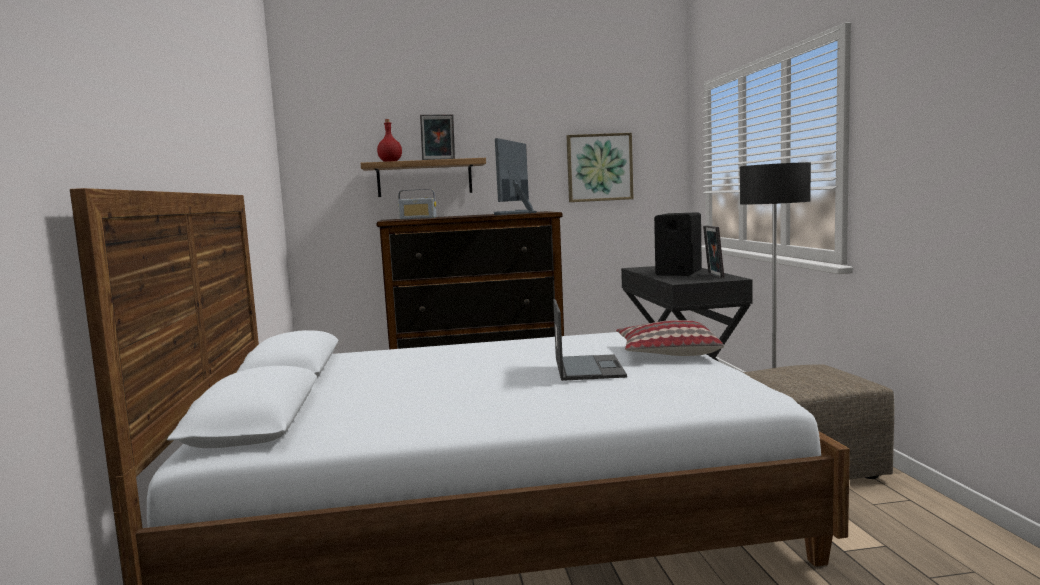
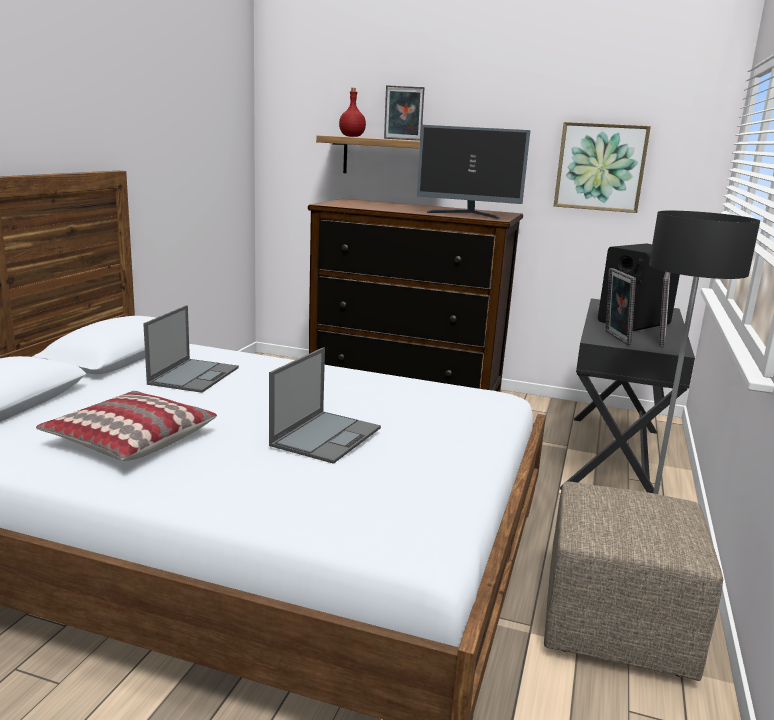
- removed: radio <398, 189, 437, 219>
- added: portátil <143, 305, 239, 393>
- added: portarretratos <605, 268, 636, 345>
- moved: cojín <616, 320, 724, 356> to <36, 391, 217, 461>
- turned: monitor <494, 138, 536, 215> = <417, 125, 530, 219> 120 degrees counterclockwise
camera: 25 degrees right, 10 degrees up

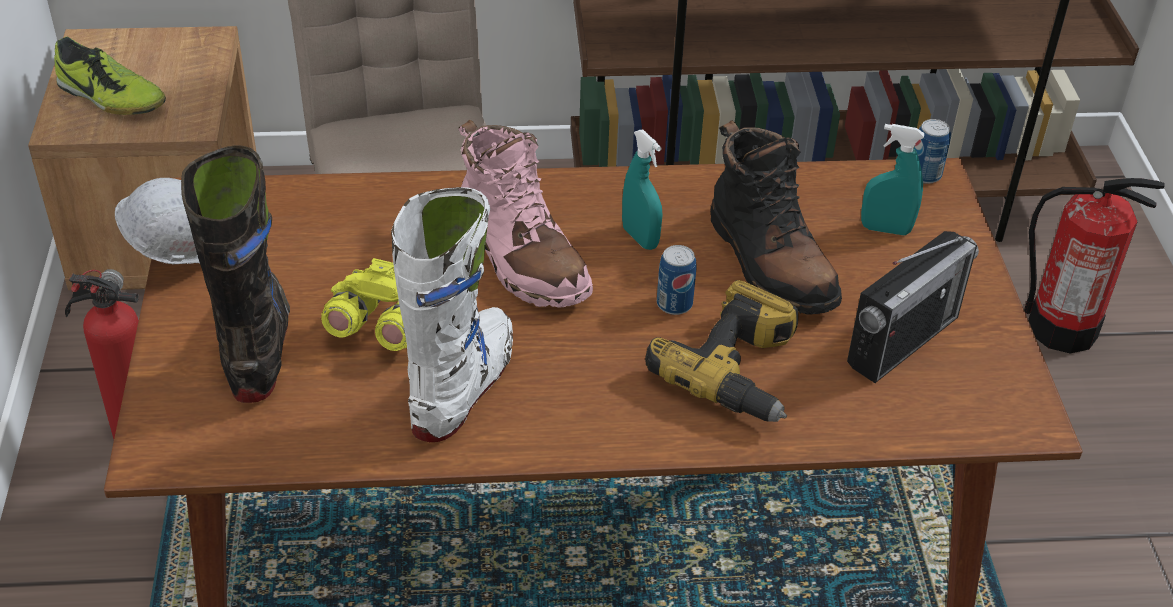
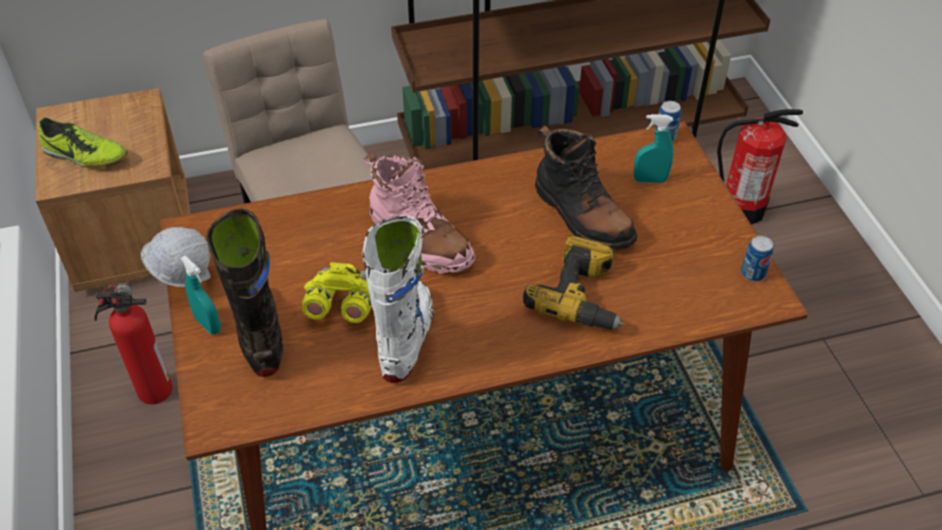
- removed: radio <847, 231, 979, 383>
- moved: pulverizador (turquesa) <622, 130, 663, 250> to <181, 256, 221, 334>
- moved: lata <657, 245, 696, 315> to <741, 236, 774, 282>
camera: 10 degrees left, 5 degrees up

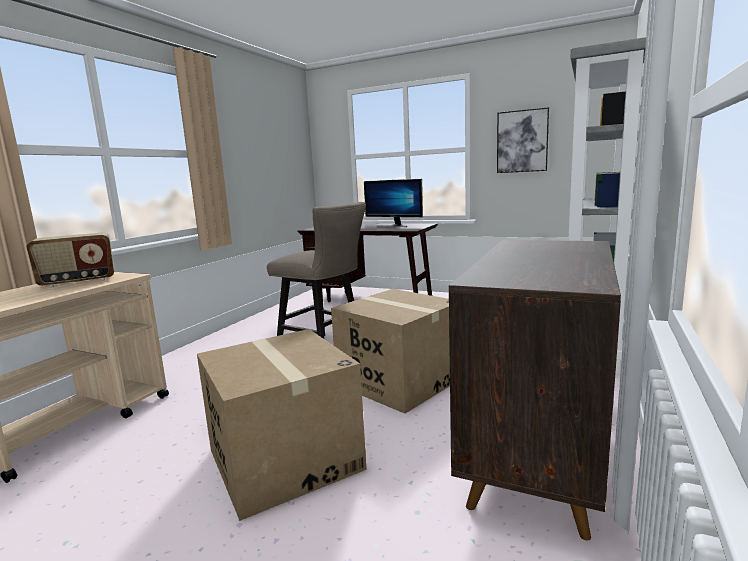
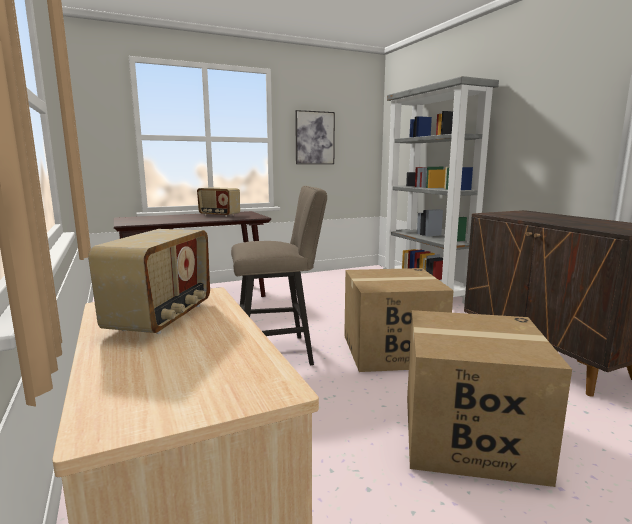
- replaced: monitor <364, 179, 423, 227> to radio <197, 187, 240, 217>
camera: 50 degrees left, 0 degrees up

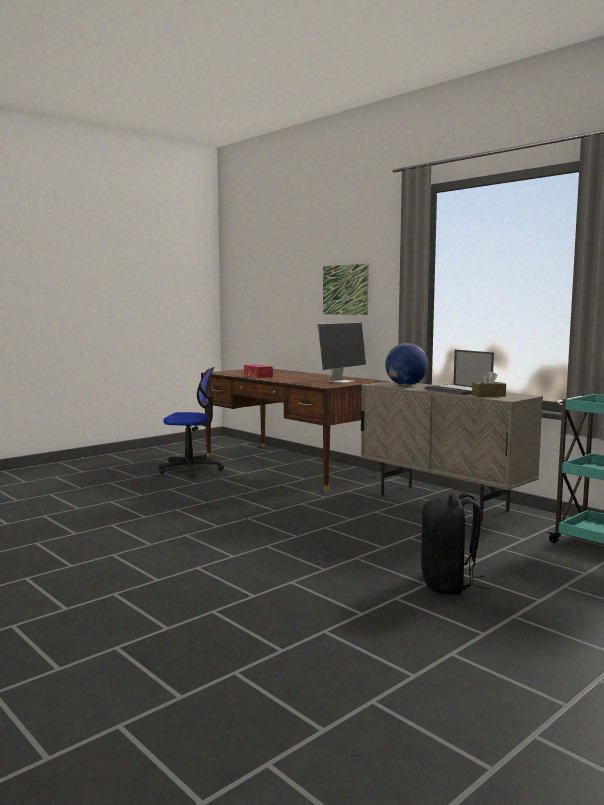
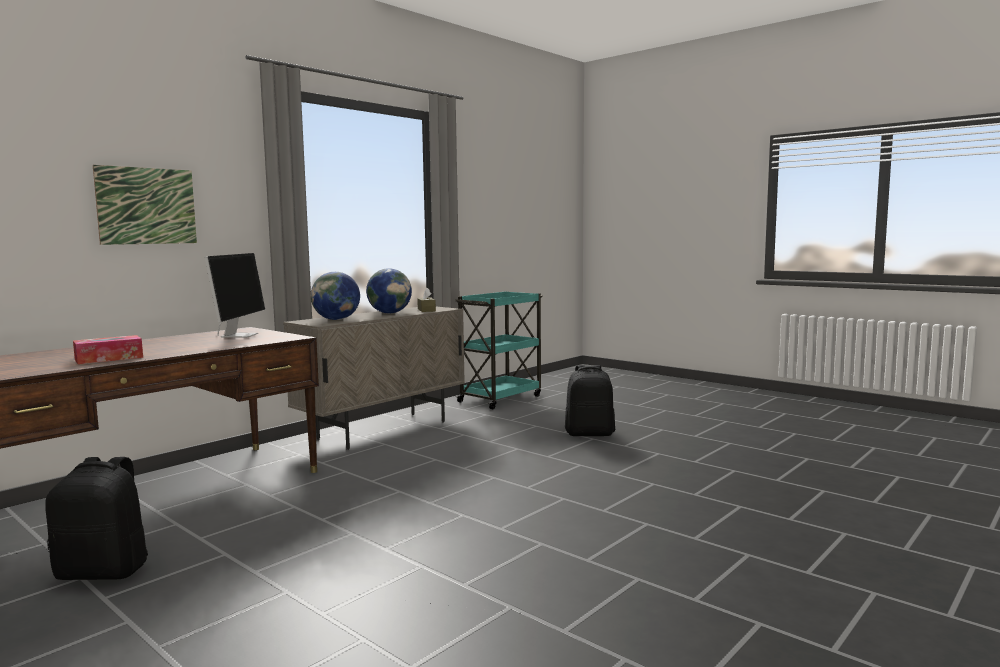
- replaced: silla de oficina <158, 367, 224, 478> to mochila (negro) <45, 457, 148, 580>
- replaced: portátil <425, 350, 494, 395> to globo terráqueo <366, 268, 412, 313>
- turned: monitor <316, 323, 366, 383> = <205, 253, 265, 338> 60 degrees clockwise
camera: 95 degrees left, 0 degrees up

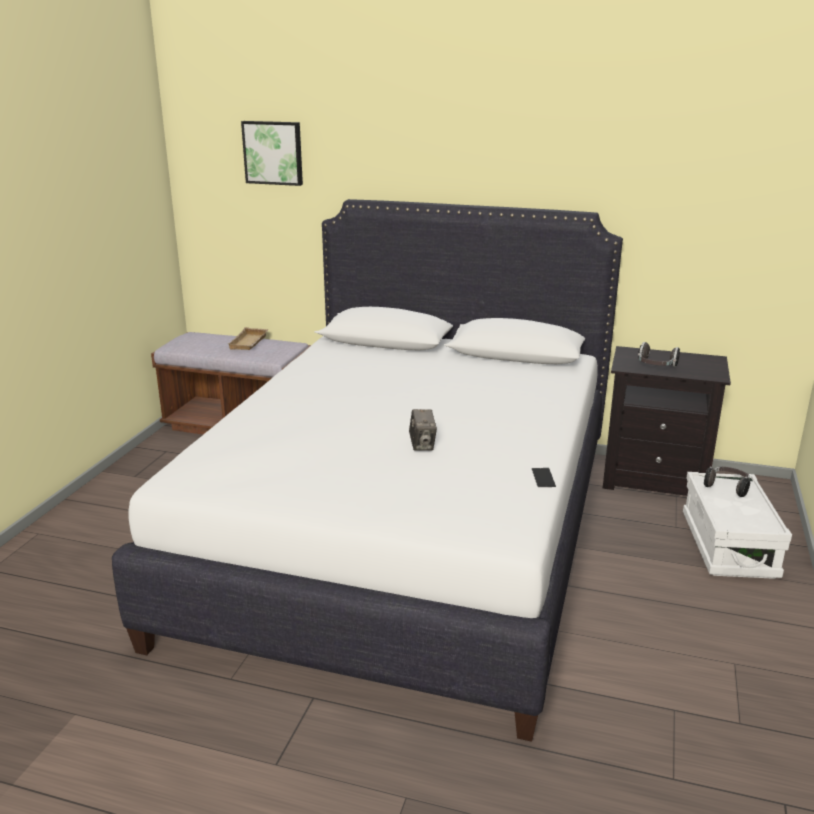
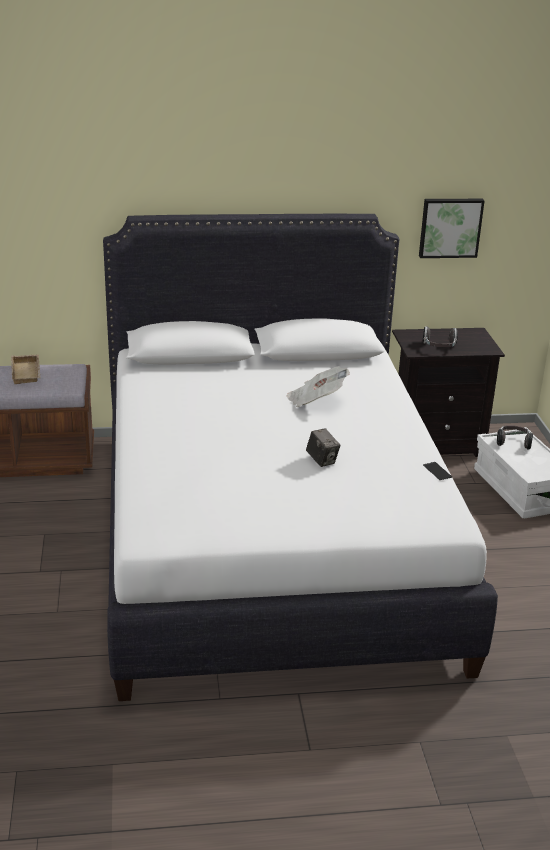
- added: periódico <287, 366, 350, 407>
- moved: cuadro <241, 121, 303, 186> to <419, 199, 484, 258>
camera: 25 degrees left, 5 degrees up

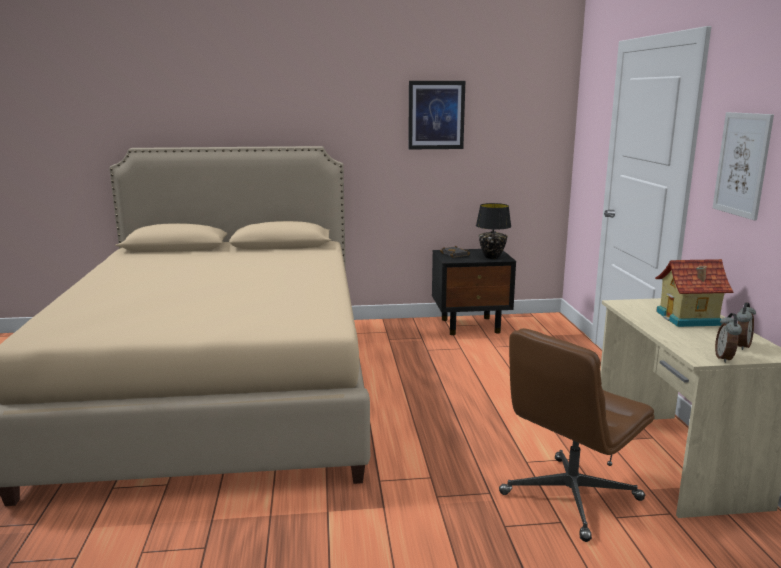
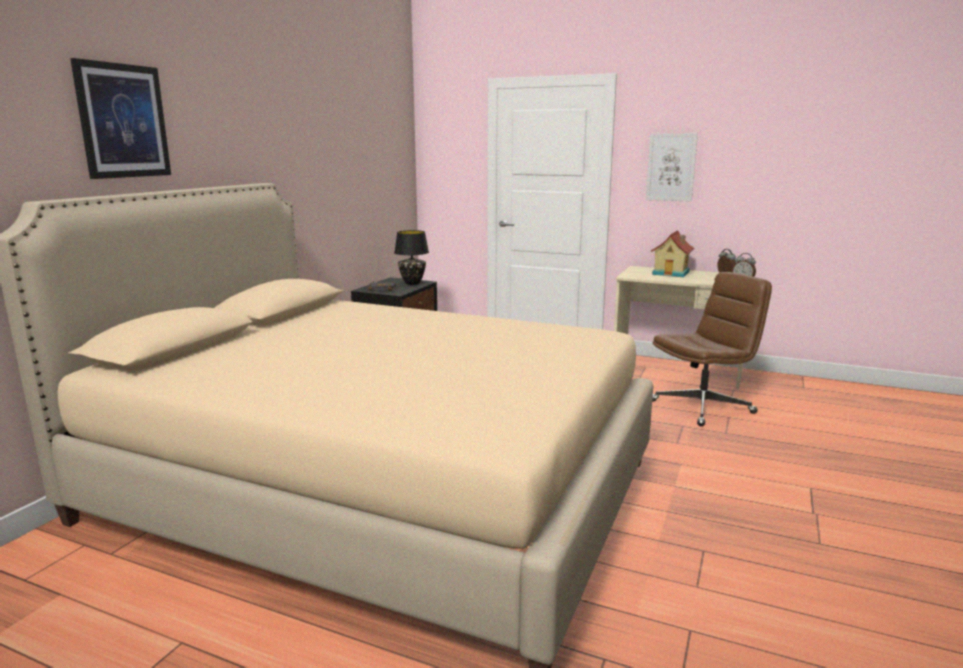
- moved: cuadro <408, 81, 465, 149> to <70, 58, 171, 179>
- turned: silla de oficina (marrón) <499, 328, 655, 542> = <652, 272, 772, 426> 105 degrees counterclockwise
camera: 60 degrees left, 0 degrees up

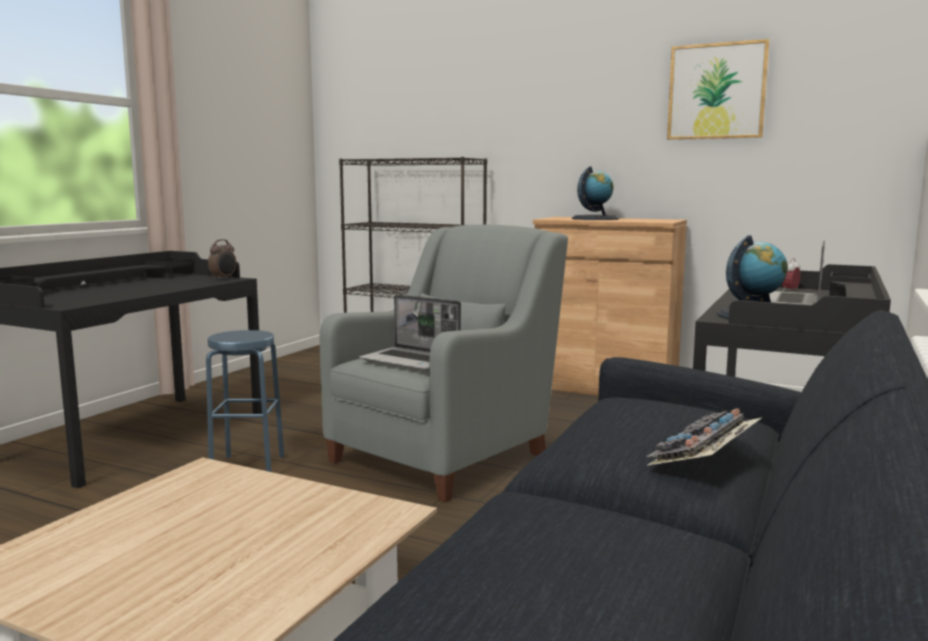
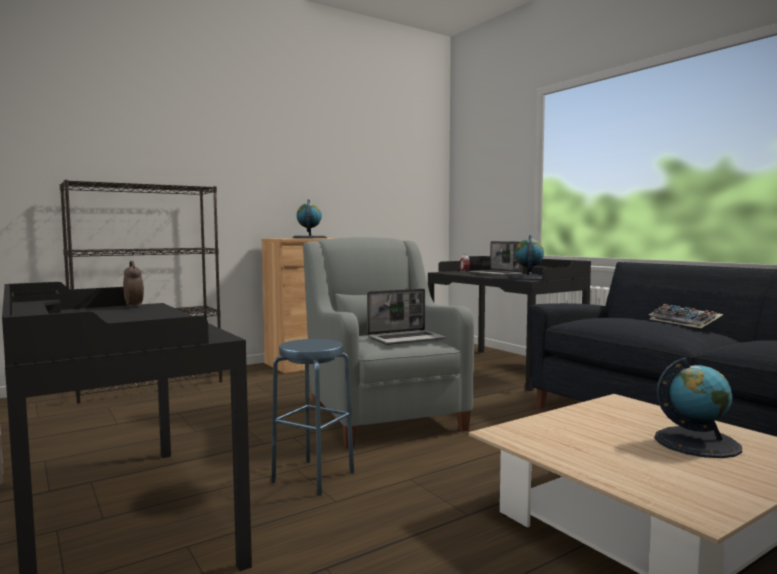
- removed: cuadro <667, 39, 770, 140>
- added: globo terráqueo <655, 358, 742, 458>
camera: 60 degrees left, 5 degrees down

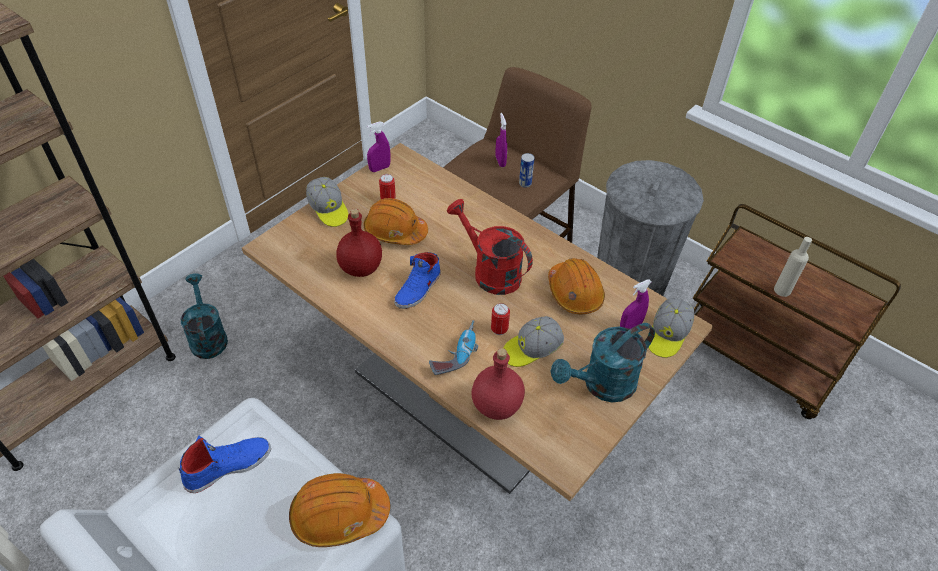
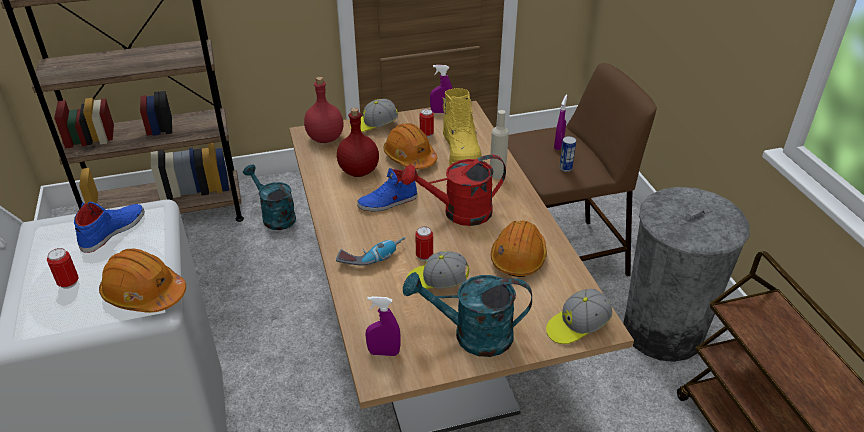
- added: lata <47, 248, 79, 289>
- added: bota (amarillo) <443, 88, 481, 166>
- moved: botella (rojo) <471, 348, 525, 420> to <304, 77, 344, 143>
- moved: pulverizador (morado) <620, 280, 651, 329> to <366, 296, 401, 356>
- moved: botella (beis) <774, 237, 812, 297> to <490, 110, 509, 179>
- turned: zapato (azul) <179, 436, 271, 493> = <74, 202, 145, 253> 60 degrees counterclockwise
- turned: regadera (turquesa) <180, 273, 228, 359> = <243, 164, 296, 230> 60 degrees counterclockwise
- turned: gorra <306, 177, 348, 227> = <350, 99, 398, 132> 75 degrees clockwise
- turned: regadera (rojo) <447, 199, 533, 295> = <402, 155, 506, 226> 90 degrees counterclockwise
camera: 35 degrees right, 10 degrees down

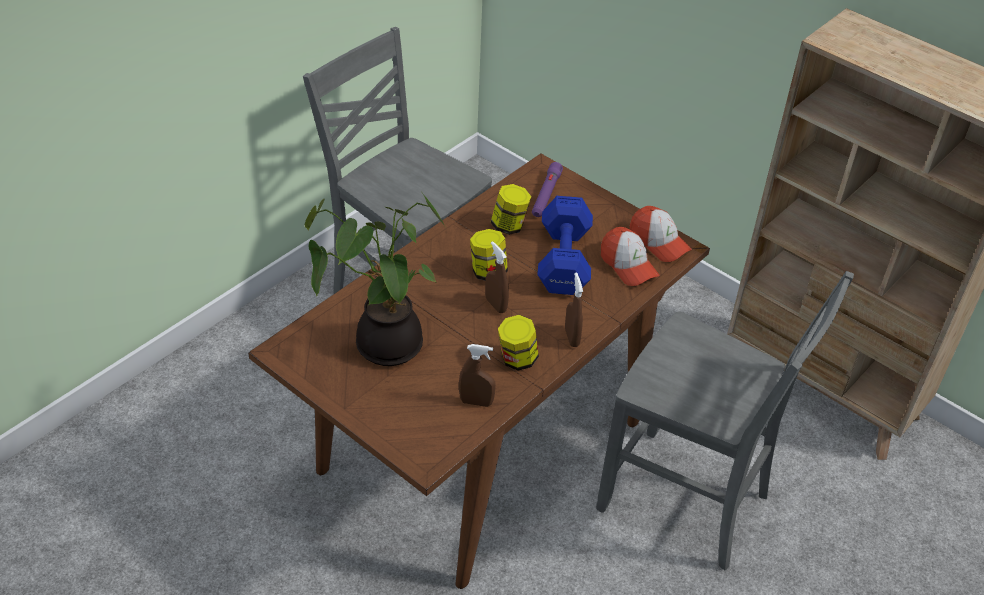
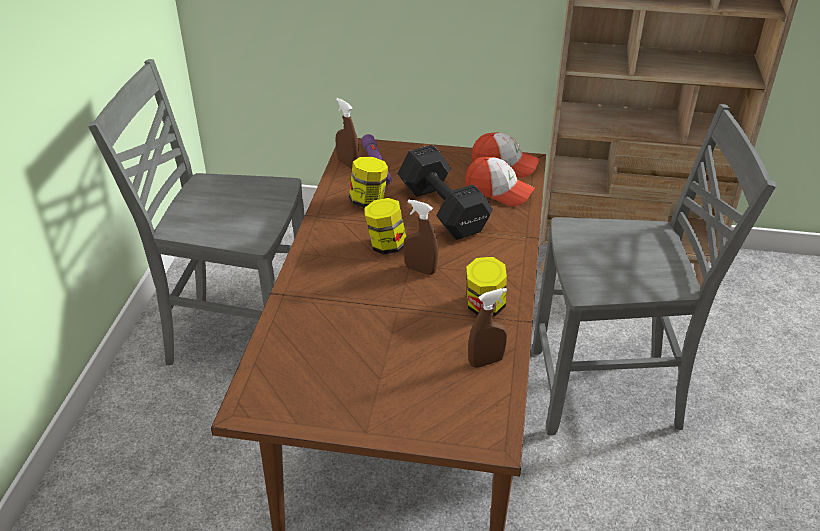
- removed: planta en maceta <305, 194, 447, 366>
- moved: pulverizador (marrón) <565, 272, 583, 347> to <335, 98, 359, 169>
- recoloured: mancuerna (azul) <537, 196, 593, 295> to mancuerna (negro) <398, 145, 493, 240>
camera: 30 degrees left, 5 degrees down

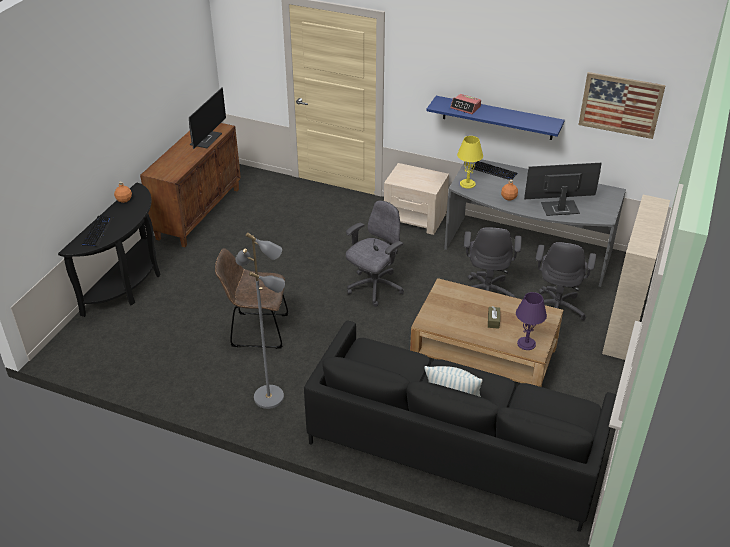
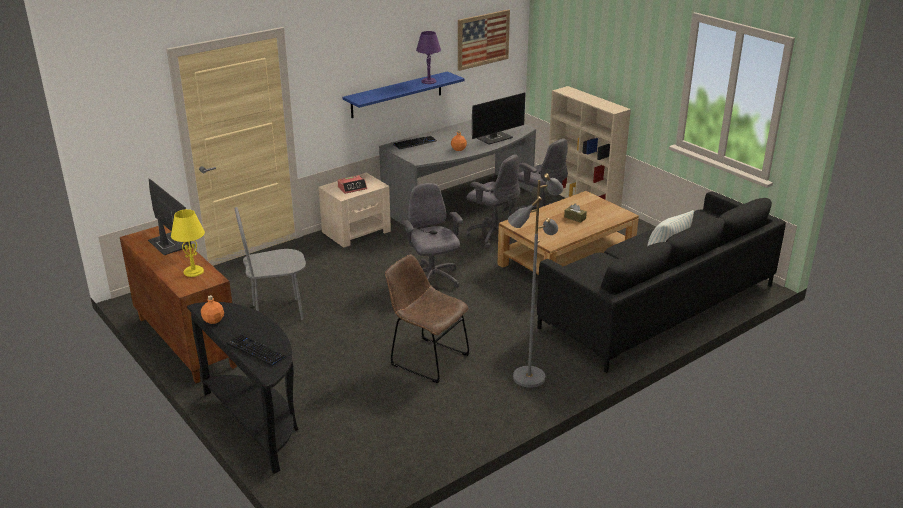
- added: silla (gris) <234, 207, 306, 320>
- moved: despertador <450, 94, 481, 114> to <337, 175, 367, 194>
- moved: lámpara de mesa (amarillo) <457, 136, 483, 189> to <171, 209, 205, 277>
- moved: lámpara de mesa (morado) <516, 292, 547, 350> to <416, 31, 441, 84>
- turned: silla (marrón) <215, 248, 288, 349> = <385, 254, 469, 383> 90 degrees clockwise
- turned: monitor <524, 163, 602, 216> = <472, 92, 525, 144> 150 degrees counterclockwise
camera: 60 degrees left, 10 degrees down

